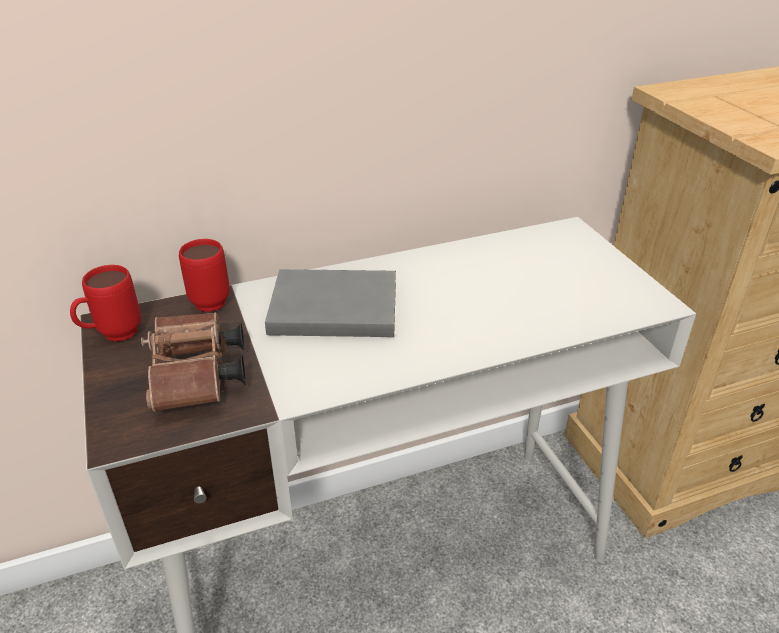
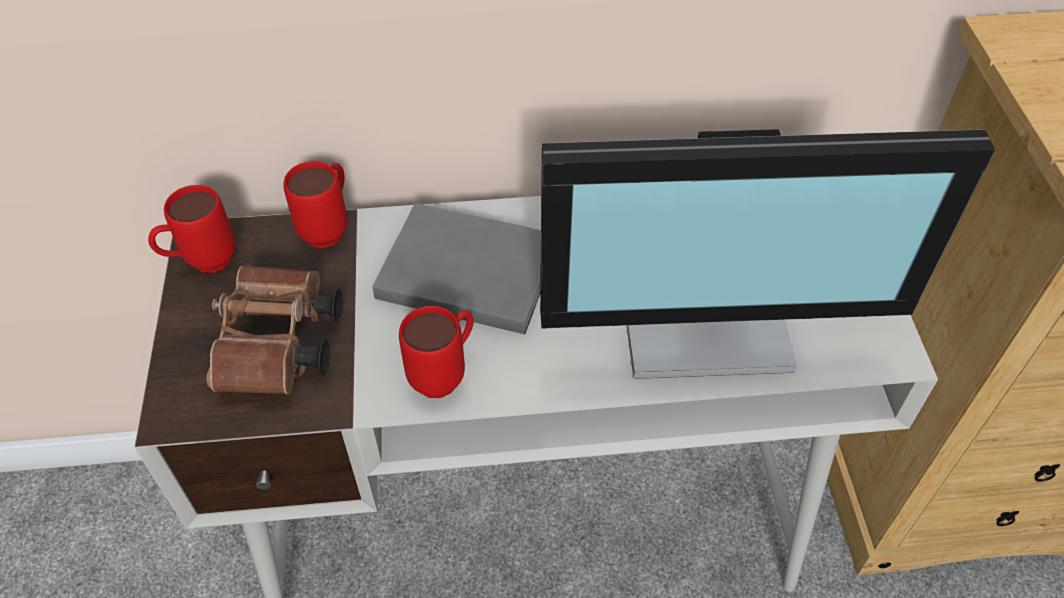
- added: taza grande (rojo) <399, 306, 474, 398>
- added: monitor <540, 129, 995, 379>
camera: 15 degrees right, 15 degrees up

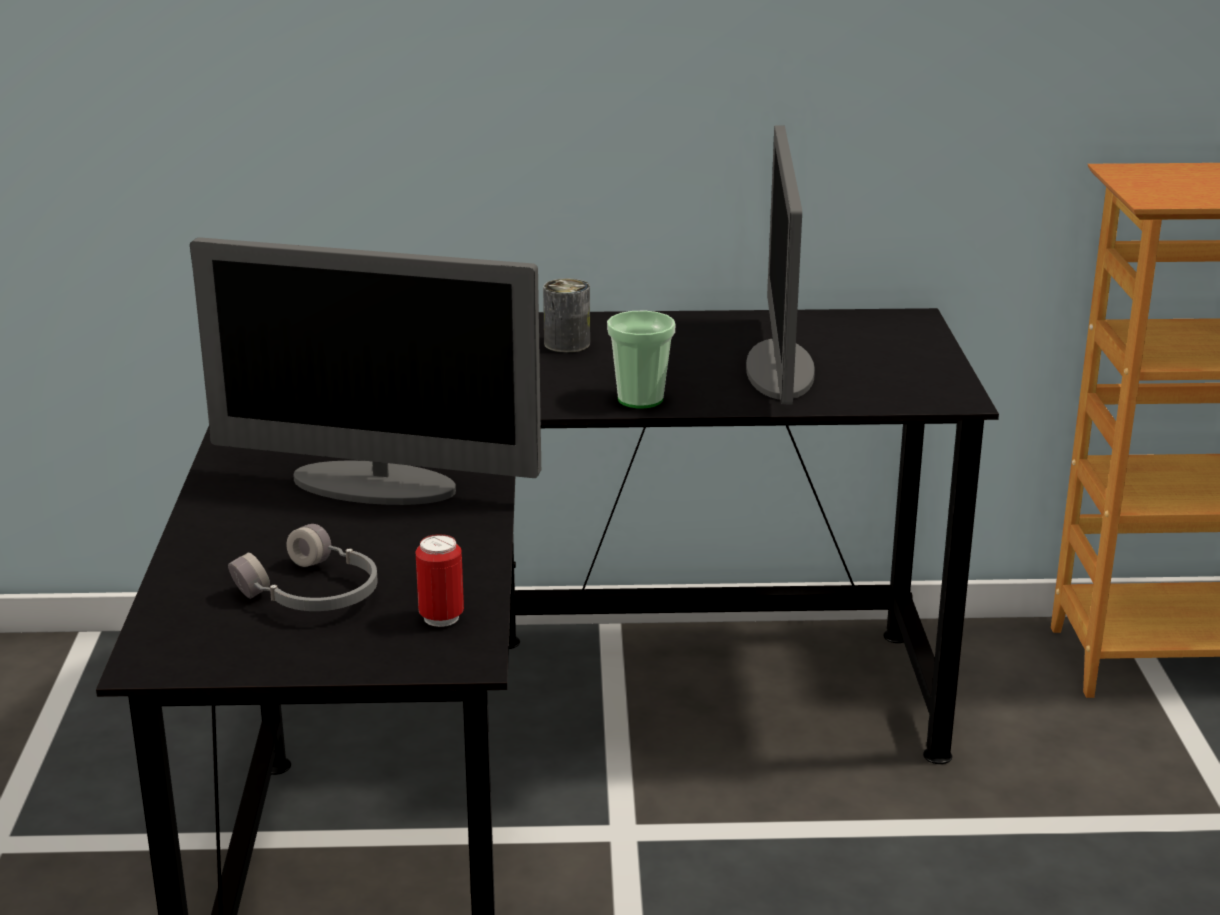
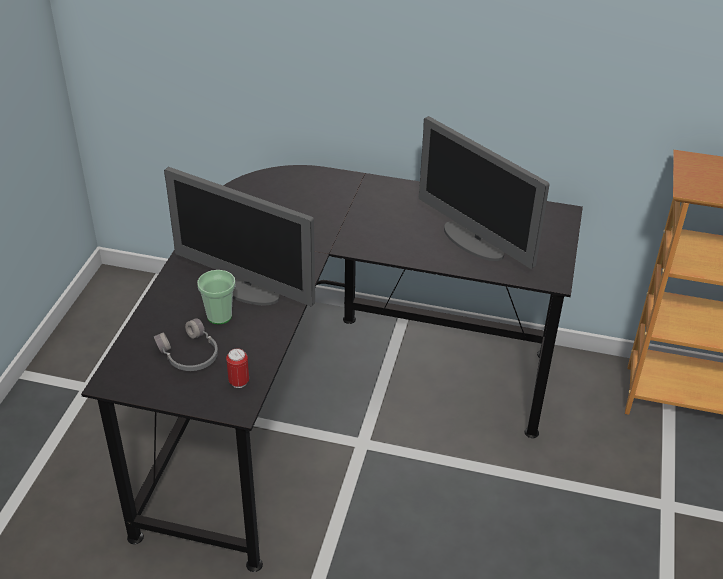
- removed: lata <543, 278, 590, 353>
- moved: taza <607, 310, 676, 409> to <197, 270, 235, 324>
- turned: monitor <746, 125, 815, 404> = <419, 116, 550, 269> 60 degrees counterclockwise
camera: 15 degrees right, 15 degrees up

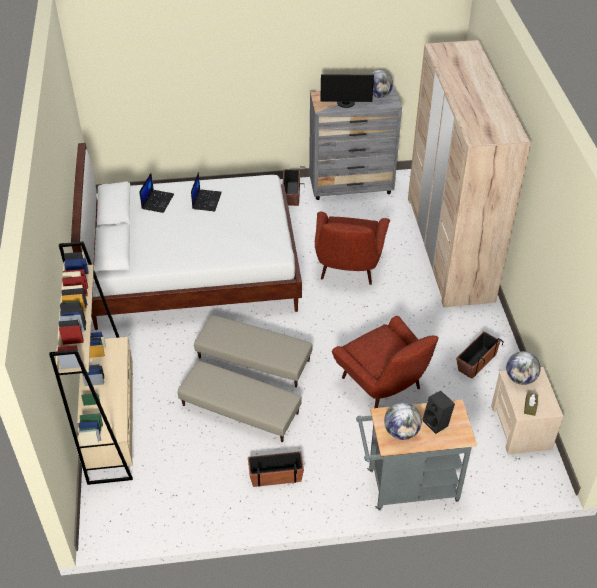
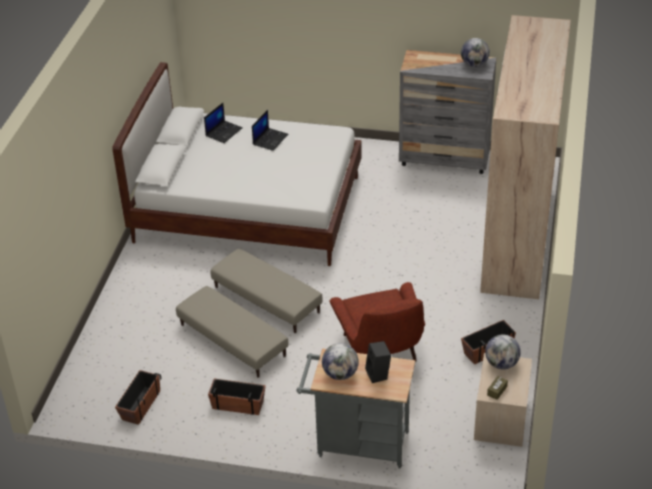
- removed: estantería (beis) <49, 241, 133, 485>
- removed: sillón (rojo) <315, 212, 390, 285>
- removed: monitor <320, 74, 374, 108>
- moved: maceta <283, 166, 305, 206> to <115, 370, 161, 425>
camera: 20 degrees right, 5 degrees down

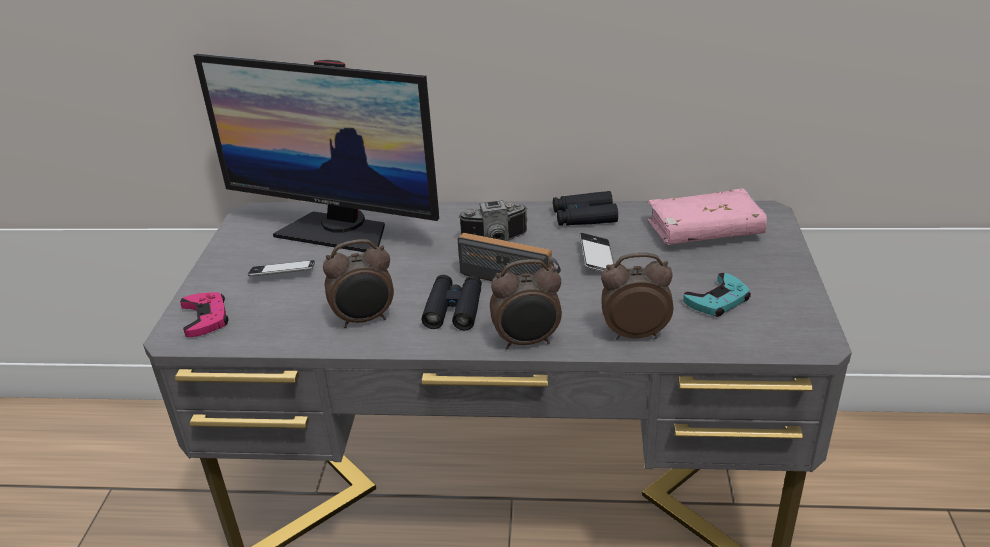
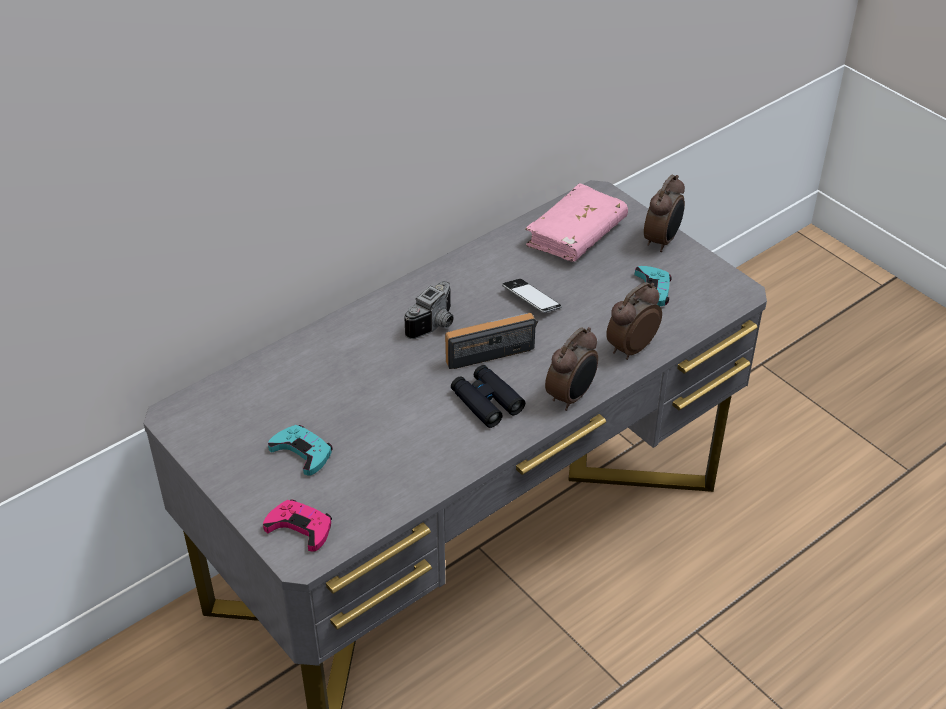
- removed: monitor <194, 54, 439, 252>
- removed: prismáticos (negro) <553, 191, 618, 226>
- moved: despertador <323, 239, 394, 328> to <644, 175, 685, 252>
- replaced: móvil <248, 260, 315, 276> to mando de consola (turquesa) <268, 425, 333, 476>
camera: 45 degrees left, 10 degrees up

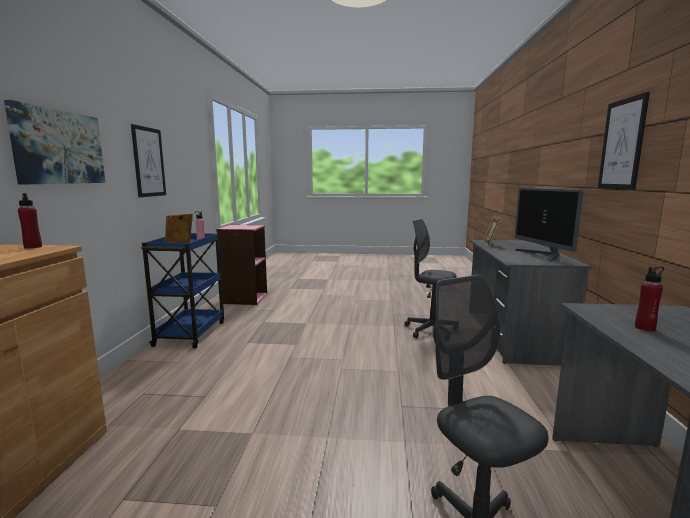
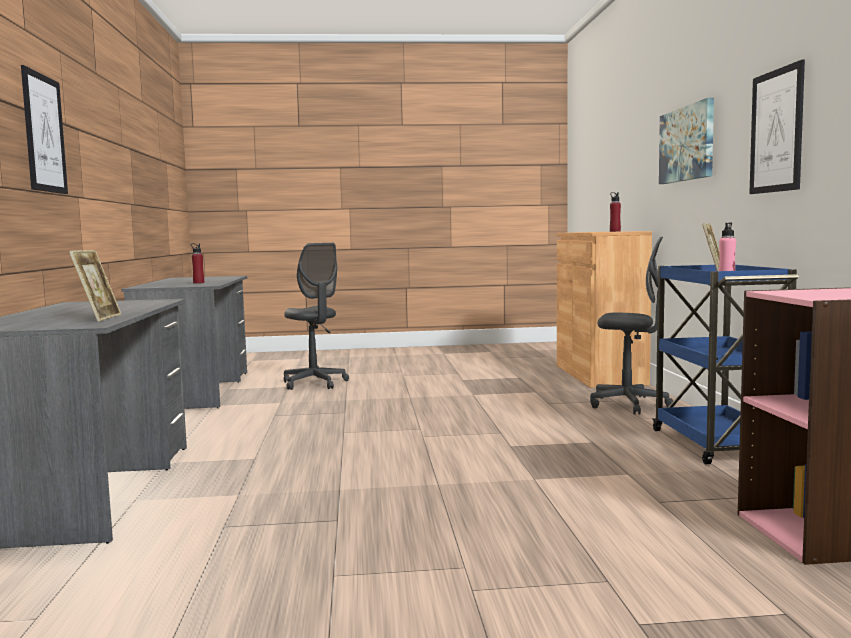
- removed: monitor <514, 188, 584, 262>
- moved: silla de oficina (gris) <405, 219, 456, 338> to <590, 237, 673, 415>
camera: 170 degrees right, 5 degrees down

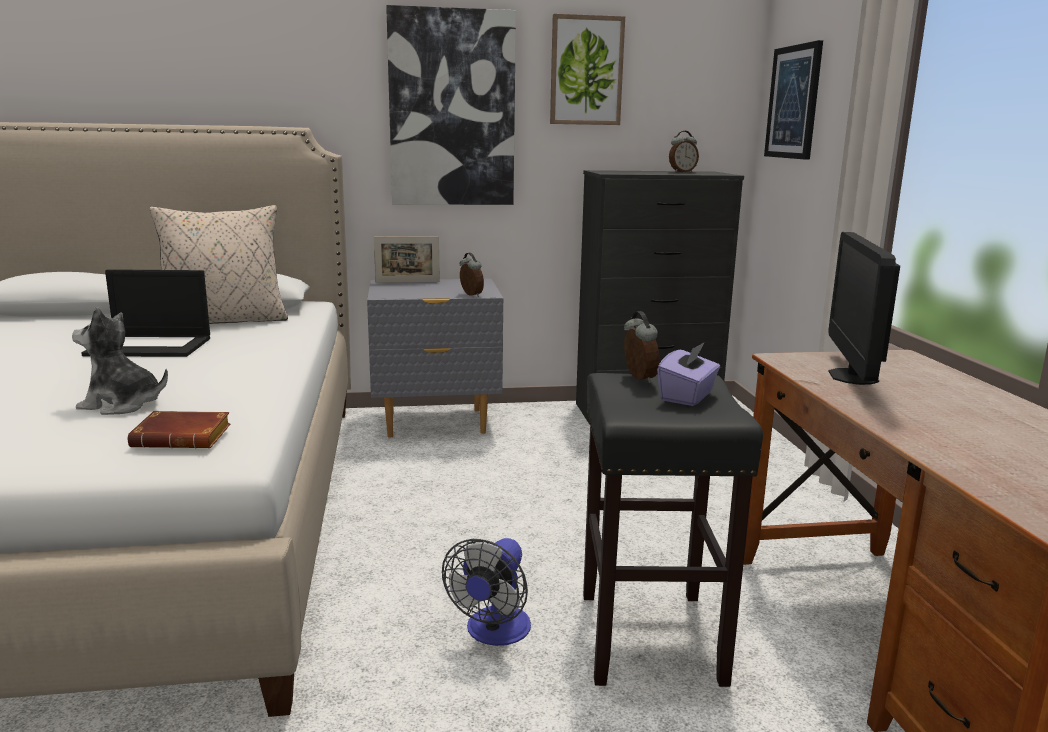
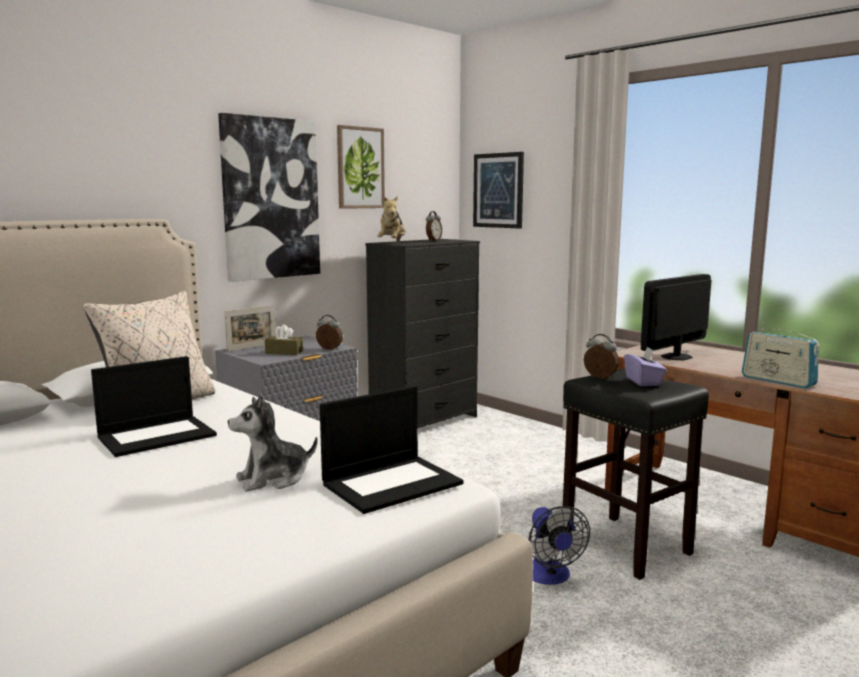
- added: caja de pañuelos (marrón) <265, 324, 303, 355>
- added: peluche <377, 196, 406, 241>
- added: radio <742, 322, 820, 388>
- replaced: libro (marrón) <128, 411, 231, 449> to portátil <320, 386, 463, 514>
- turned: monitor <828, 232, 900, 385> = <641, 274, 712, 360> 75 degrees clockwise
camera: 35 degrees left, 5 degrees down

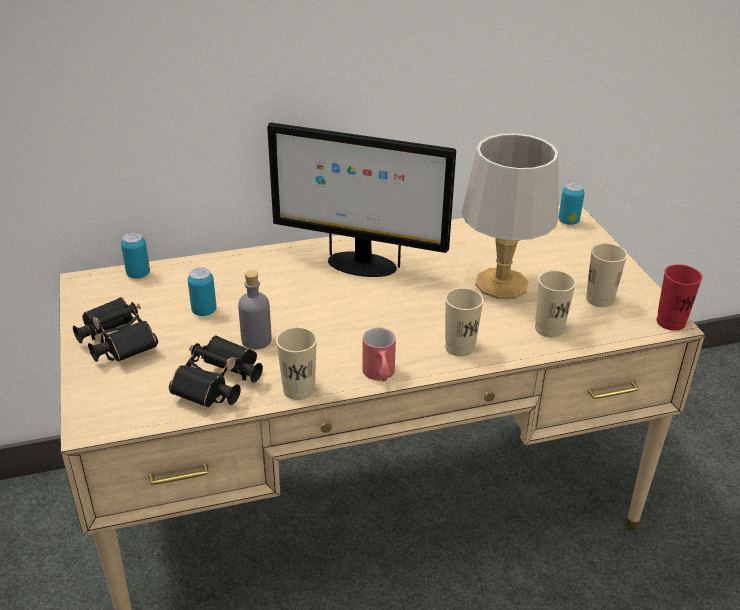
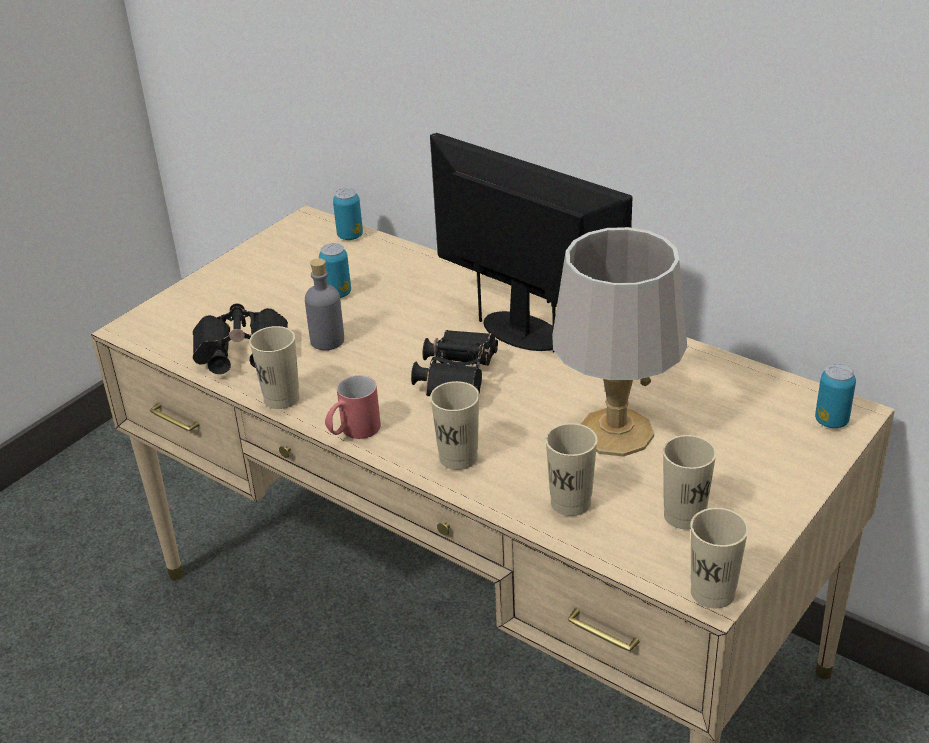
- moved: prismáticos (negro) <73, 297, 158, 362> to <411, 330, 498, 396>
- recoloured: taza (rojo) <656, 264, 702, 331> to taza (beis) <691, 508, 749, 608>
- turned: monitor <267, 122, 456, 277> = <430, 133, 632, 352> 150 degrees clockwise
camera: 55 degrees right, 0 degrees up

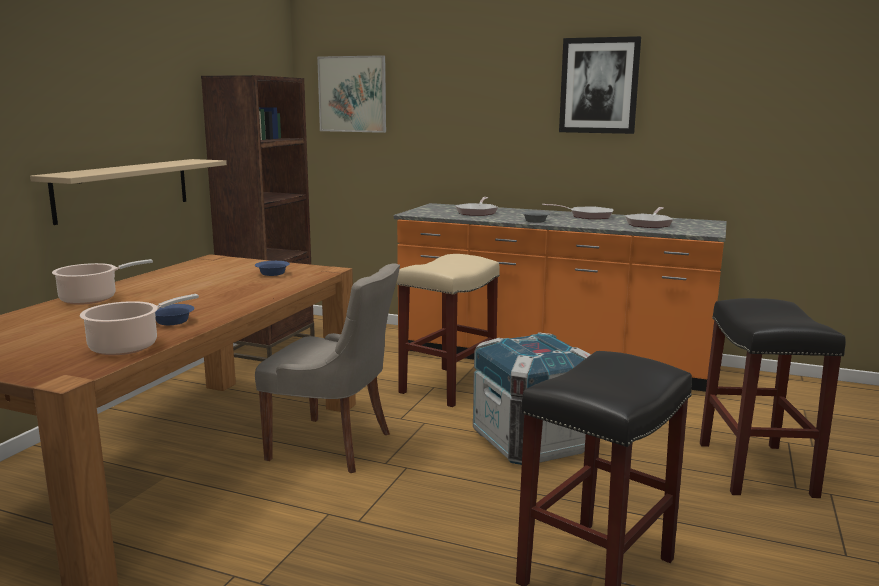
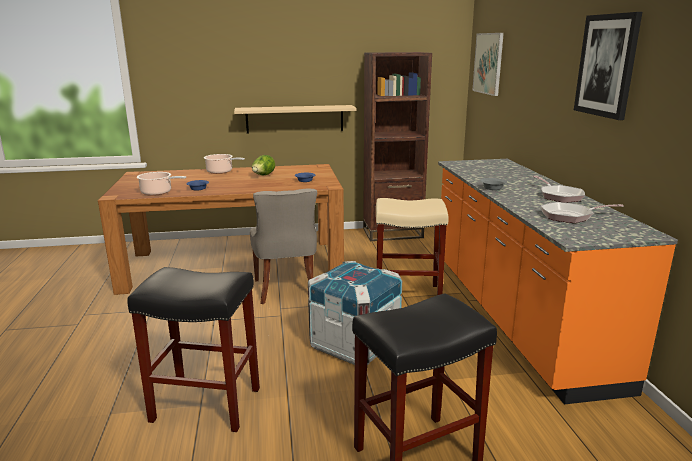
- removed: sartén <455, 197, 498, 216>
- added: lechuga <252, 155, 275, 176>
camera: 60 degrees right, 5 degrees up

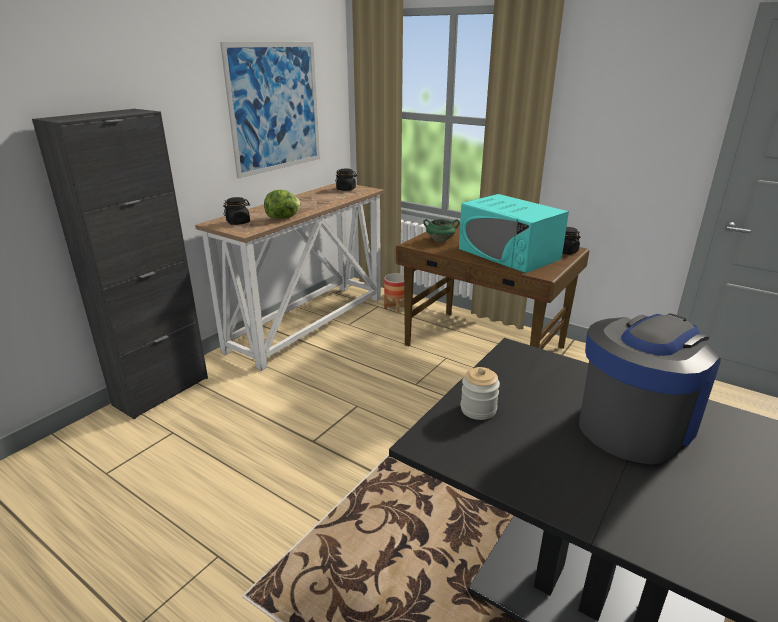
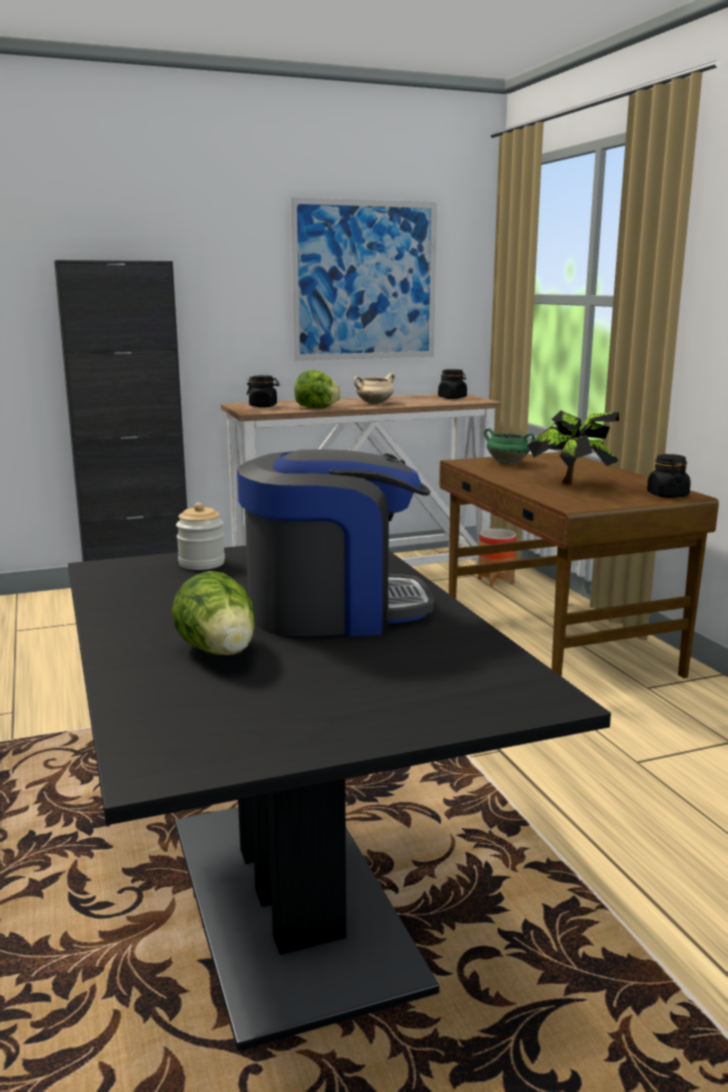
- added: lechuga <172, 571, 255, 655>
- added: olla (beis) <354, 373, 395, 404>
- replaced: microondas (turquesa) <459, 194, 569, 273> to planta en maceta <528, 411, 619, 484>
camera: 35 degrees right, 10 degrees down

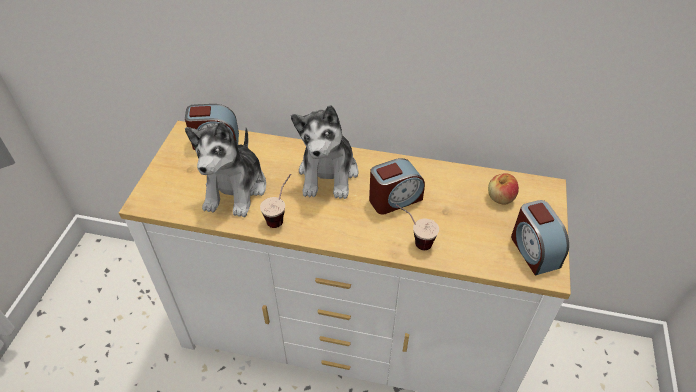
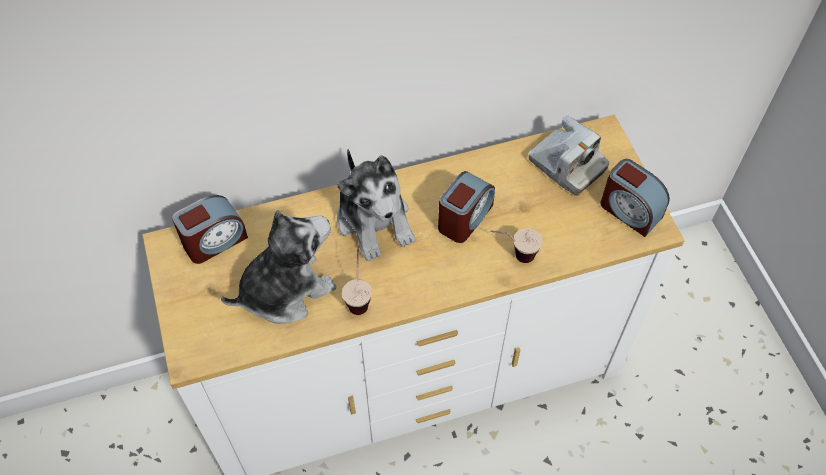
- replaced: manzana <488, 173, 519, 204> to cámara <528, 115, 609, 196>
- turned: peluche <185, 122, 266, 217> = <221, 210, 336, 324> 105 degrees counterclockwise
camera: 30 degrees left, 10 degrees up

